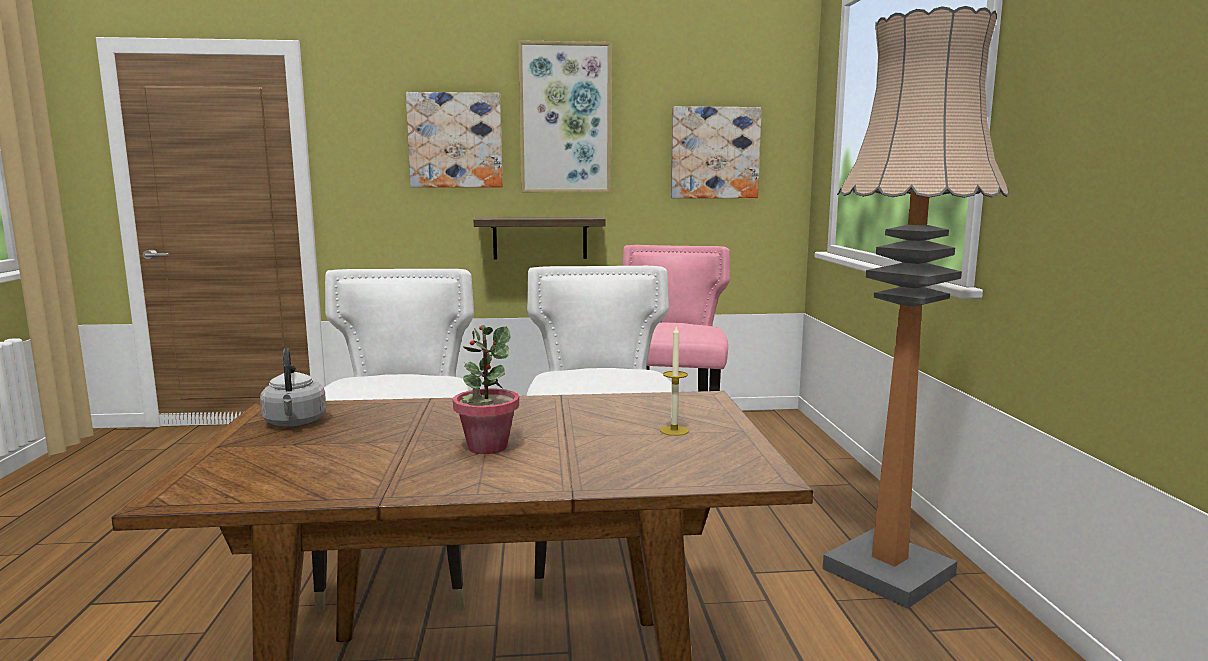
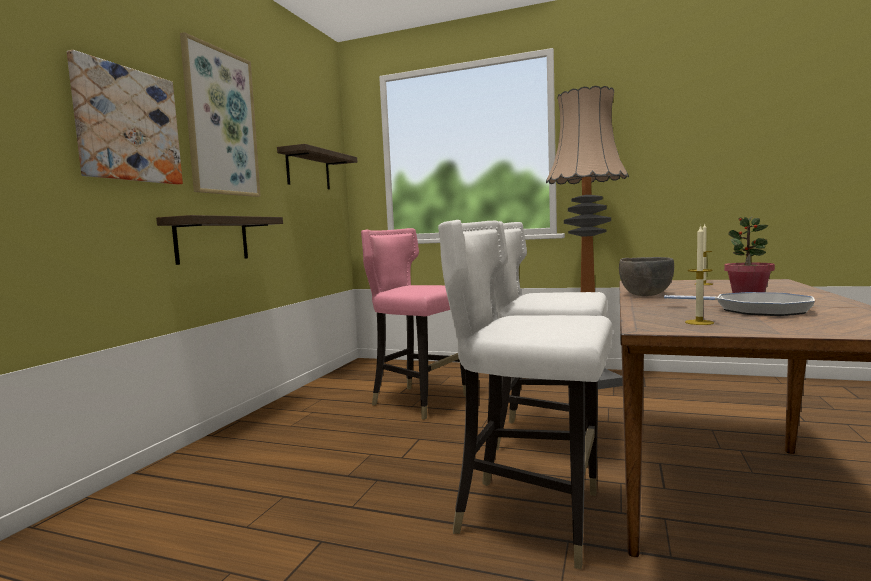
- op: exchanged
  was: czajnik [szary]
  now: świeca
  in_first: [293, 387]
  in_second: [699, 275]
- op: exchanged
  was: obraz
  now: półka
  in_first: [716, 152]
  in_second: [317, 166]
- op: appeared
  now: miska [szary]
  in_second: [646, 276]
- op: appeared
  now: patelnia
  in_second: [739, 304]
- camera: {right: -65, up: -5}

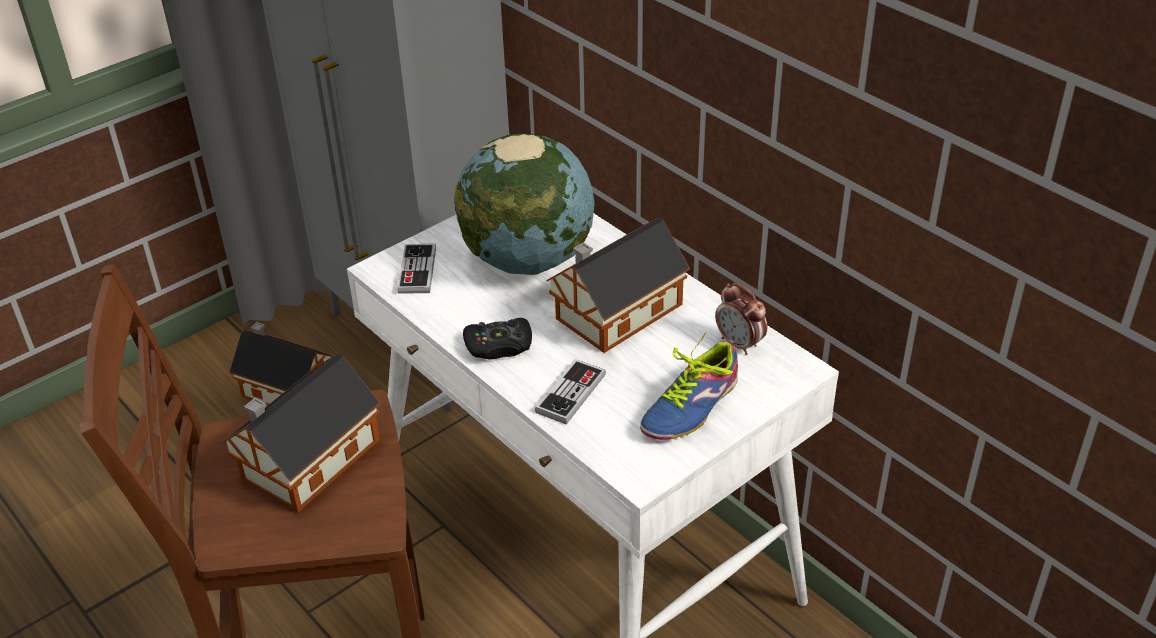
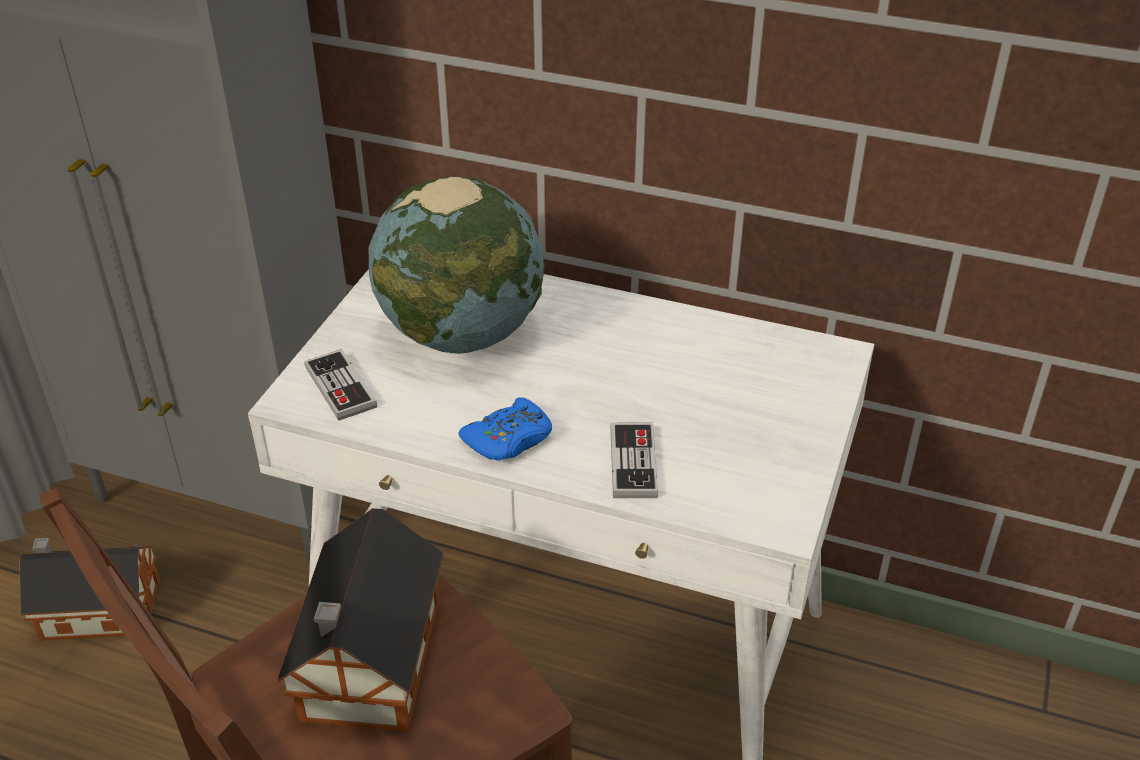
- op: colour
  was: pad do gier [czarny]
  now: pad do gier [niebieski]
  in_first: [497, 339]
  in_second: [505, 429]
- op: missing
  was: domek
  in_first: [618, 285]
- op: missing
  was: but
  in_first: [689, 386]
- op: missing
  was: budzik
  in_first: [741, 319]
- camera: {right: -30, up: 0}

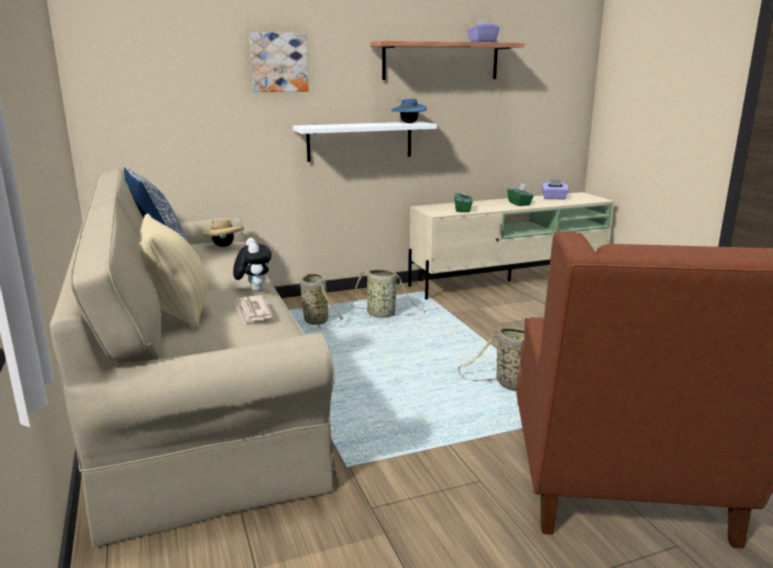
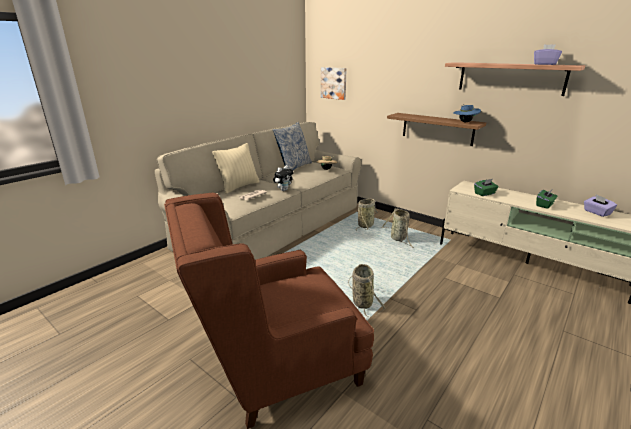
- op: relocated
  was: obraz
  in_first: [279, 62]
  in_second: [334, 83]
- op: colour
  was: półka [biały]
  now: półka [brązowy]
  in_first: [365, 141]
  in_second: [436, 129]
- camera: {right: 60, up: 5}

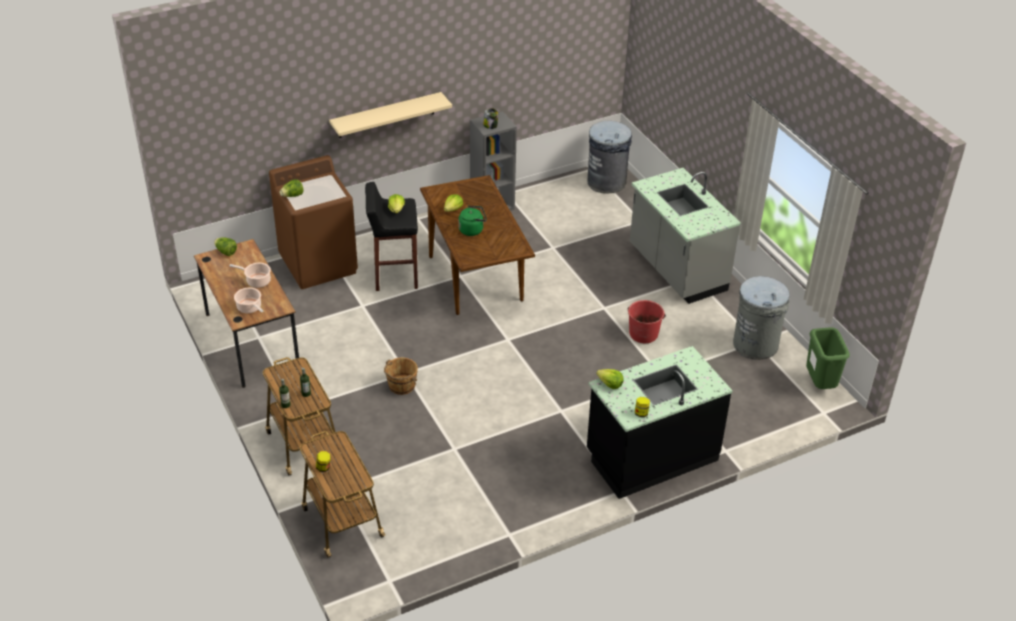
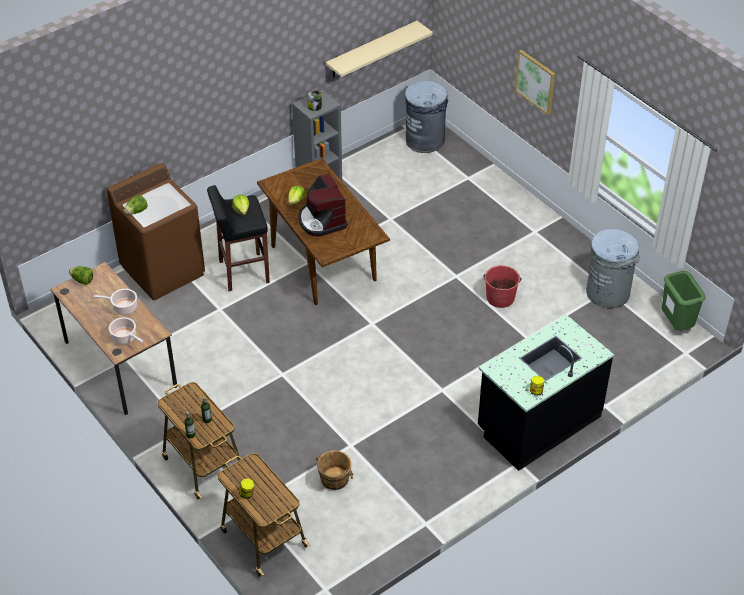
- op: relocated
  was: półka [beżowy]
  in_first: [390, 115]
  in_second: [379, 49]
- op: relocated
  was: wiadro [brązowy]
  in_first: [401, 376]
  in_second: [334, 470]
- op: exchanged
  was: czajnik [zielony]
  now: ekspres do kawy
  in_first: [472, 221]
  in_second: [323, 204]
- op: missing
  was: sałata
  in_first: [609, 379]
- op: missing
  was: zabudowa kuchenna [szary]
  in_first: [685, 236]
- op: appeared
  now: obraz
  in_second: [535, 82]
- camera: {right: -10, up: 5}

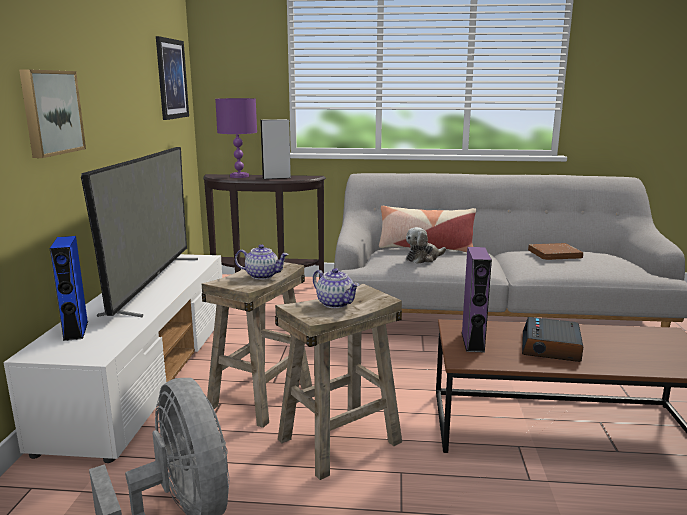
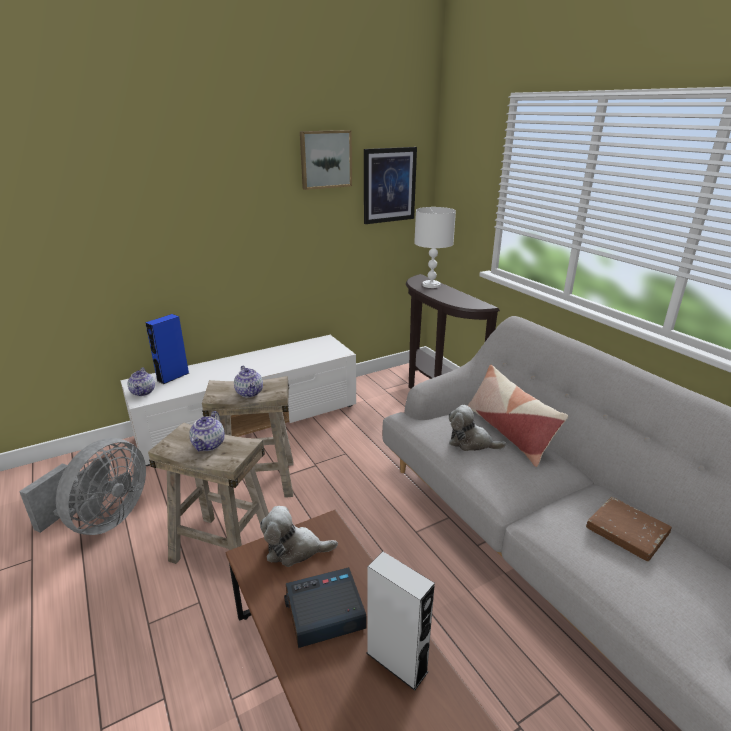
- op: relocated
  was: obraz
  in_first: [52, 113]
  in_second: [326, 160]
- op: missing
  was: telewizor
  in_first: [139, 232]
- op: colour
  was: lampa stołowa [fioletowy]
  now: lampa stołowa [biały]
  in_first: [236, 138]
  in_second: [435, 247]
- op: relocated
  was: głośnik [szary]
  in_first: [275, 149]
  in_second: [400, 621]
- op: exchanged
  was: głośnik [fioletowy]
  now: pluszak
  in_first: [477, 299]
  in_second: [299, 536]
- op: appeared
  now: imbryk
  in_second: [141, 382]
- camera: {right: 55, up: 10}

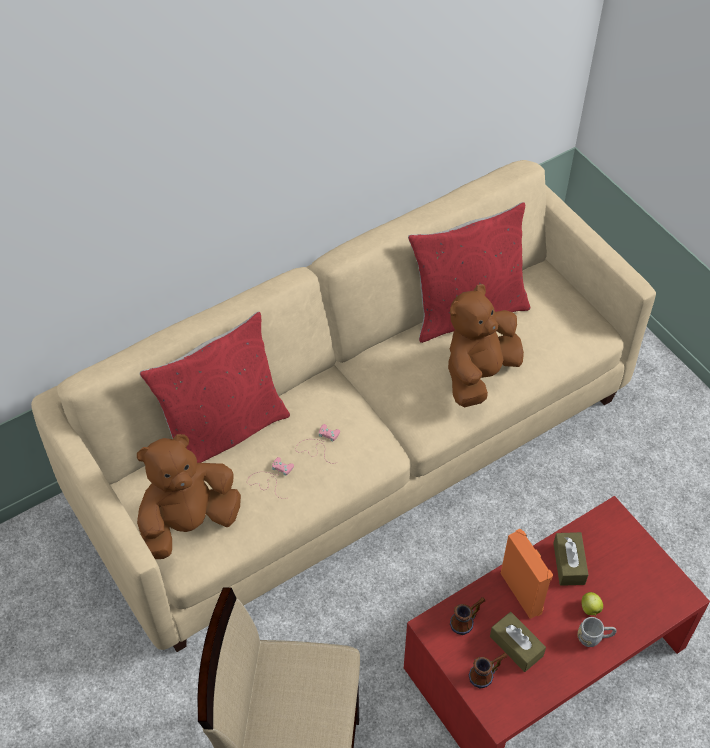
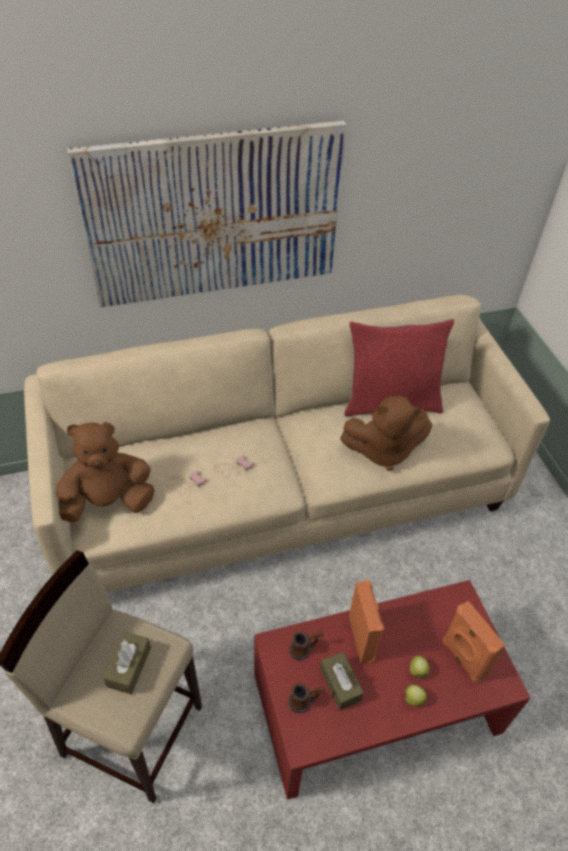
- op: missing
  was: poduszka [czerwony]
  in_first: [214, 387]
- op: spun
  was: pluszak [brązowy]
  in_first: [486, 345]
  in_second: [386, 433]
  clockwise: -150
- op: relocated
  was: pudełko chusteczek [brązowy]
  in_first: [571, 559]
  in_second: [127, 663]
- op: exchanged
  was: kubek [szary]
  now: jabłko
  in_first: [597, 632]
  in_second: [415, 695]
- op: appeared
  now: obraz
  in_second: [206, 214]
- op: appeared
  now: głośnik [pomarańczowy]
  in_second: [474, 642]
- camera: {right: 15, up: -5}

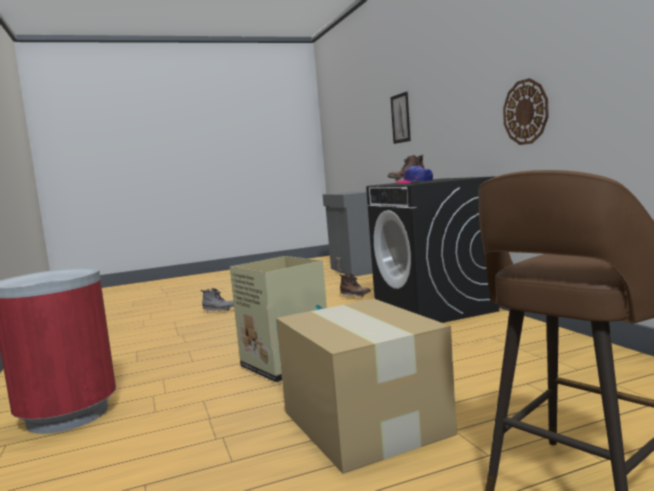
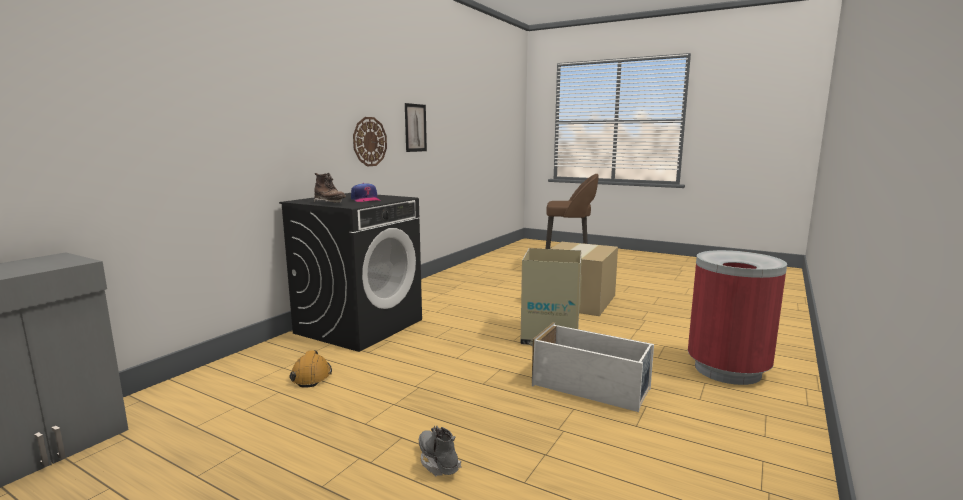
- op: exchanged
  was: but z cholewką [brązowy]
  now: kask [pomarańczowy]
  in_first: [355, 285]
  in_second: [311, 369]
- op: relocated
  was: obraz
  in_first: [400, 118]
  in_second: [416, 127]
- op: appeared
  now: pojemnik do przechowywania [biały]
  in_second: [593, 367]
- camera: {right: -130, up: 5}

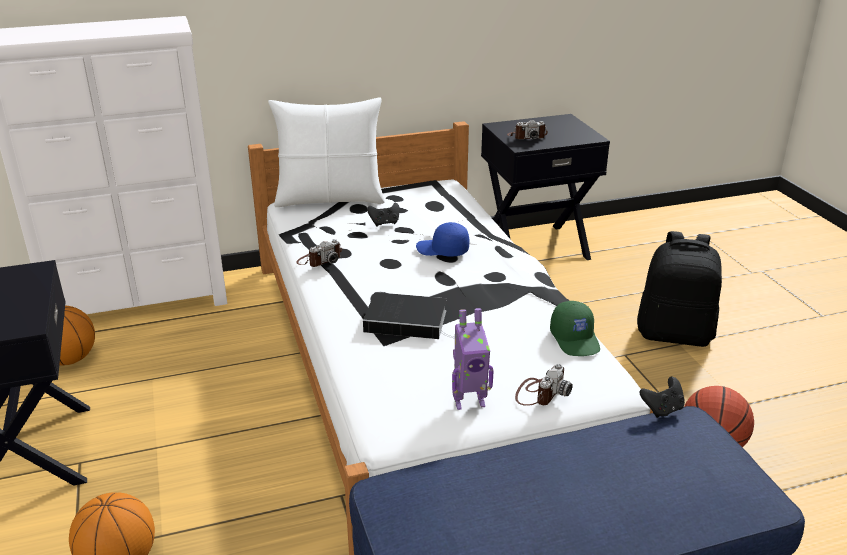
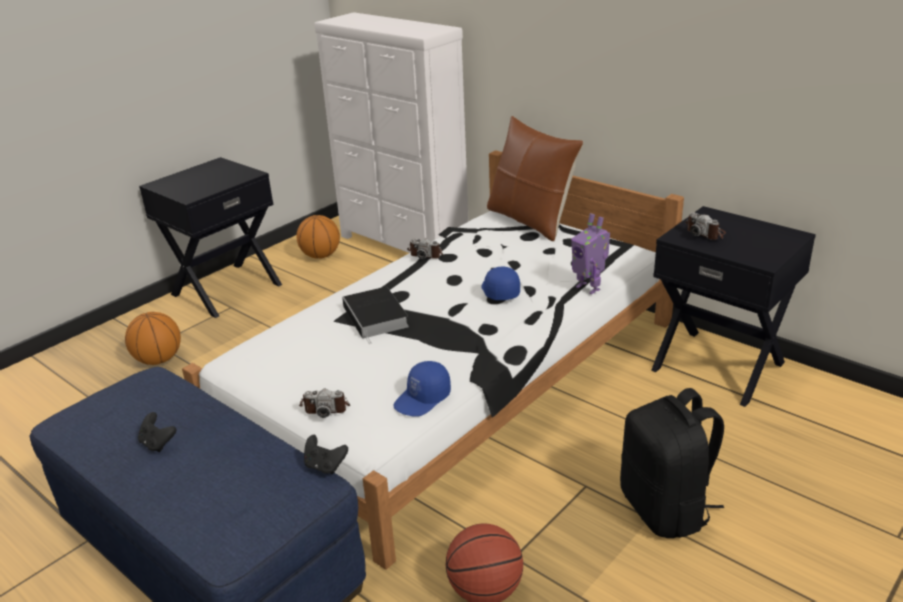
- op: colour
  was: poduszka [biały]
  now: poduszka [brązowy]
  in_first: [326, 152]
  in_second: [535, 178]
- op: relocated
  was: pad do gier [czarny]
  in_first: [383, 215]
  in_second: [157, 432]
- op: relocated
  was: robot zabawkowy
  in_first: [473, 359]
  in_second: [590, 253]
- op: colour
  was: czapka z daszkiem [zielony]
  now: czapka z daszkiem [niebieski]
  in_first: [575, 328]
  in_second: [422, 389]
- camera: {right: 60, up: 0}

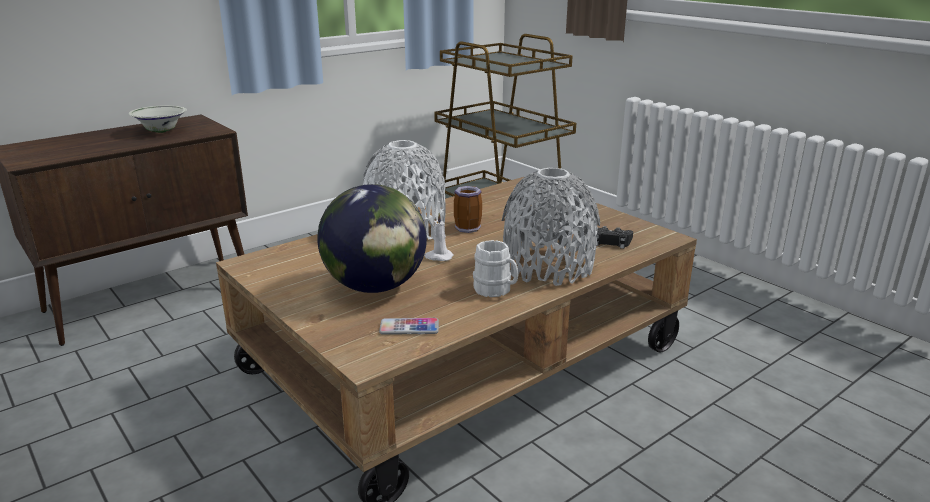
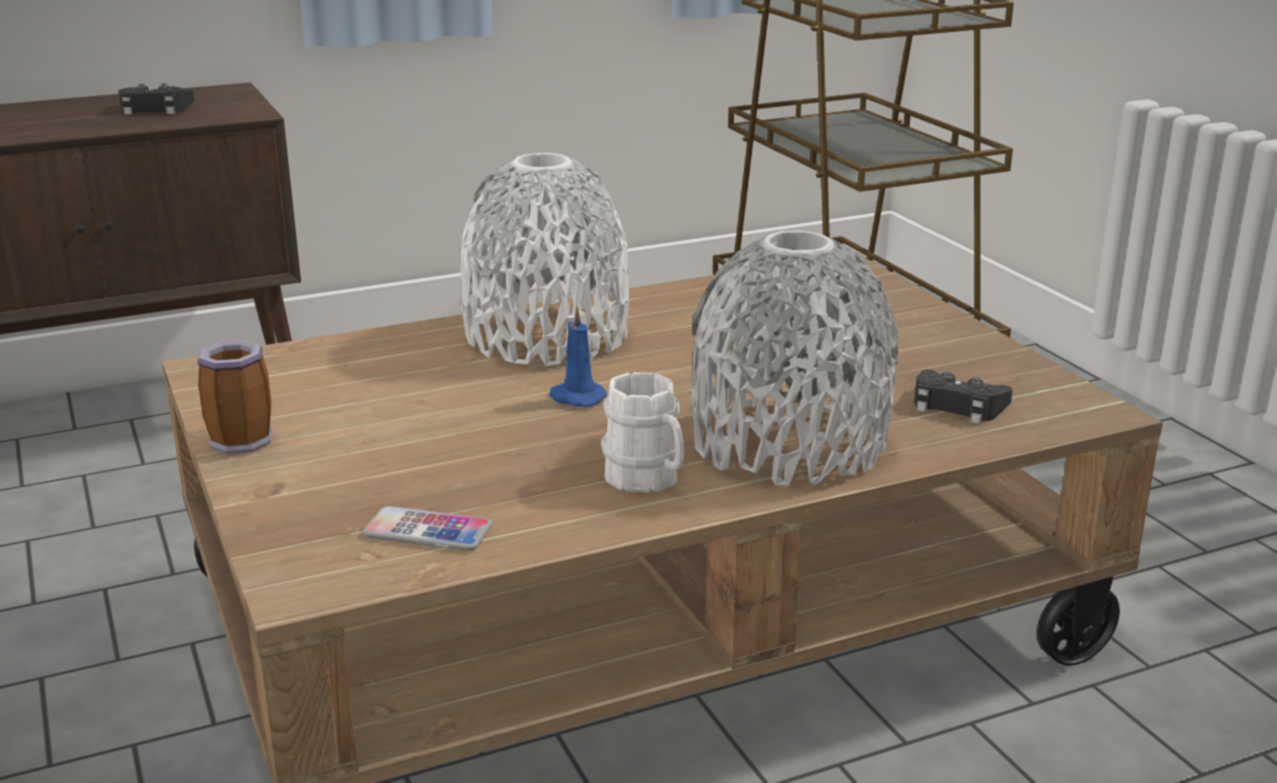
- op: exchanged
  was: miska [biały]
  now: pad do gier [czarny]
  in_first: [157, 119]
  in_second: [156, 99]
- op: missing
  was: globus
  in_first: [372, 238]
- op: colour
  was: świeca [biały]
  now: świeca [niebieski]
  in_first: [439, 237]
  in_second: [578, 356]
- op: relocated
  was: kubek
  in_first: [468, 209]
  in_second: [235, 397]
- camera: {right: 15, up: 0}

